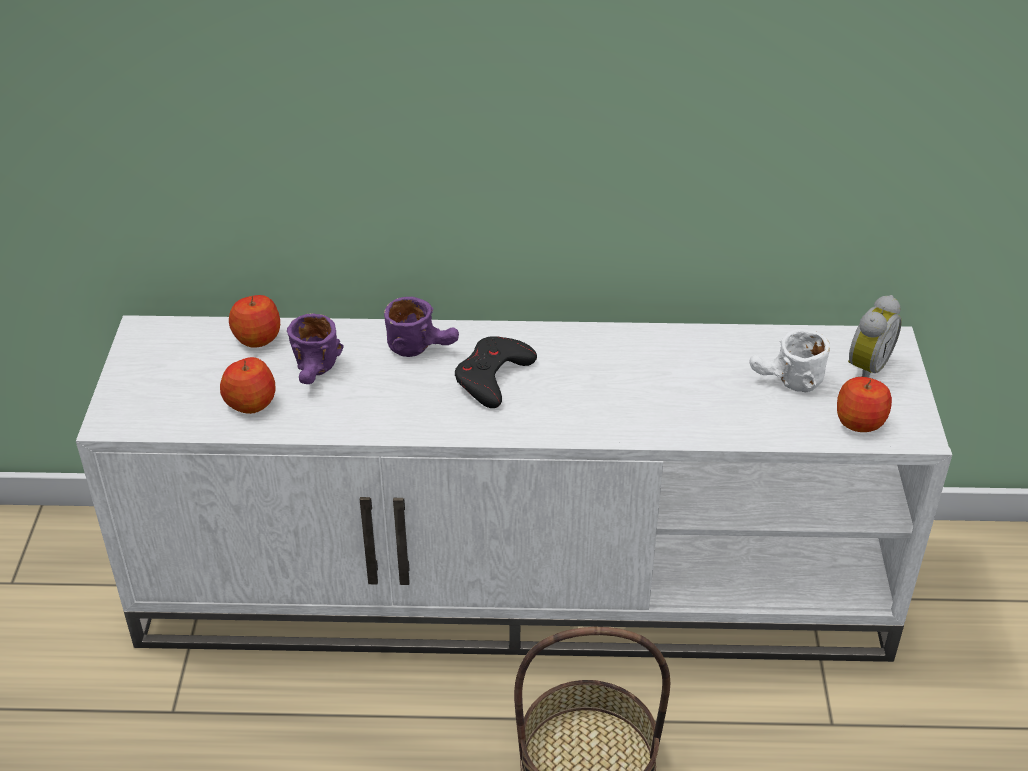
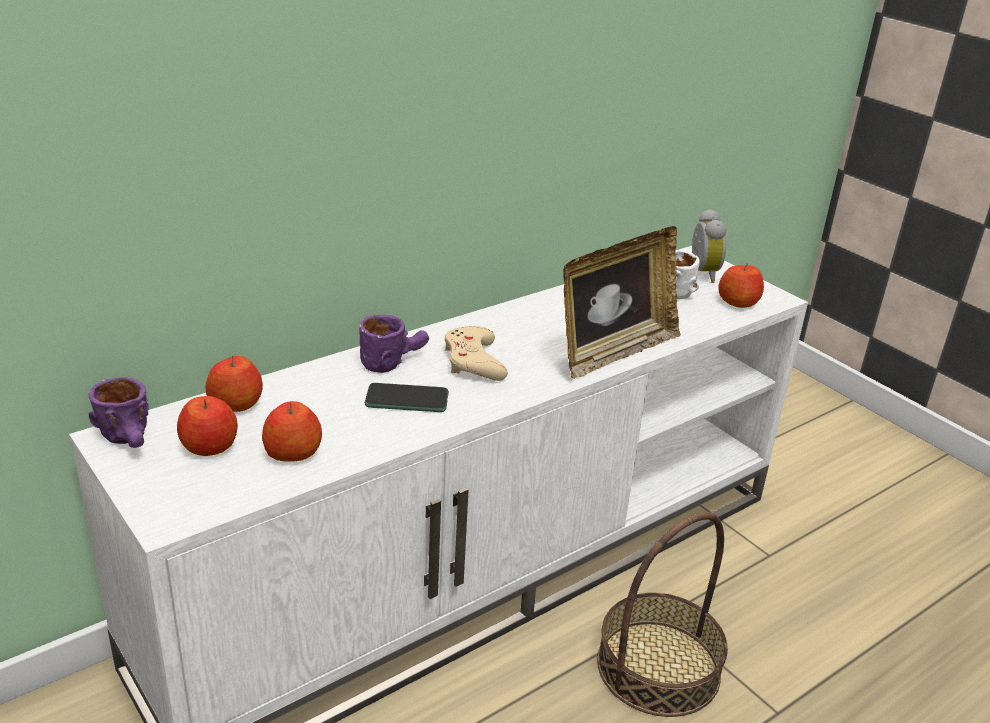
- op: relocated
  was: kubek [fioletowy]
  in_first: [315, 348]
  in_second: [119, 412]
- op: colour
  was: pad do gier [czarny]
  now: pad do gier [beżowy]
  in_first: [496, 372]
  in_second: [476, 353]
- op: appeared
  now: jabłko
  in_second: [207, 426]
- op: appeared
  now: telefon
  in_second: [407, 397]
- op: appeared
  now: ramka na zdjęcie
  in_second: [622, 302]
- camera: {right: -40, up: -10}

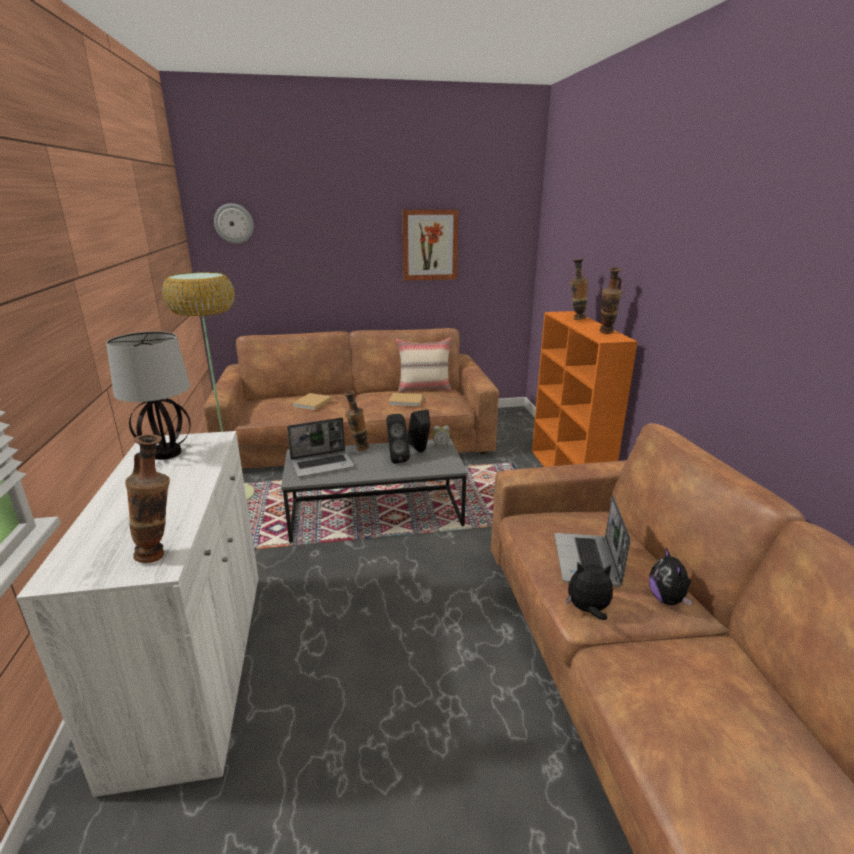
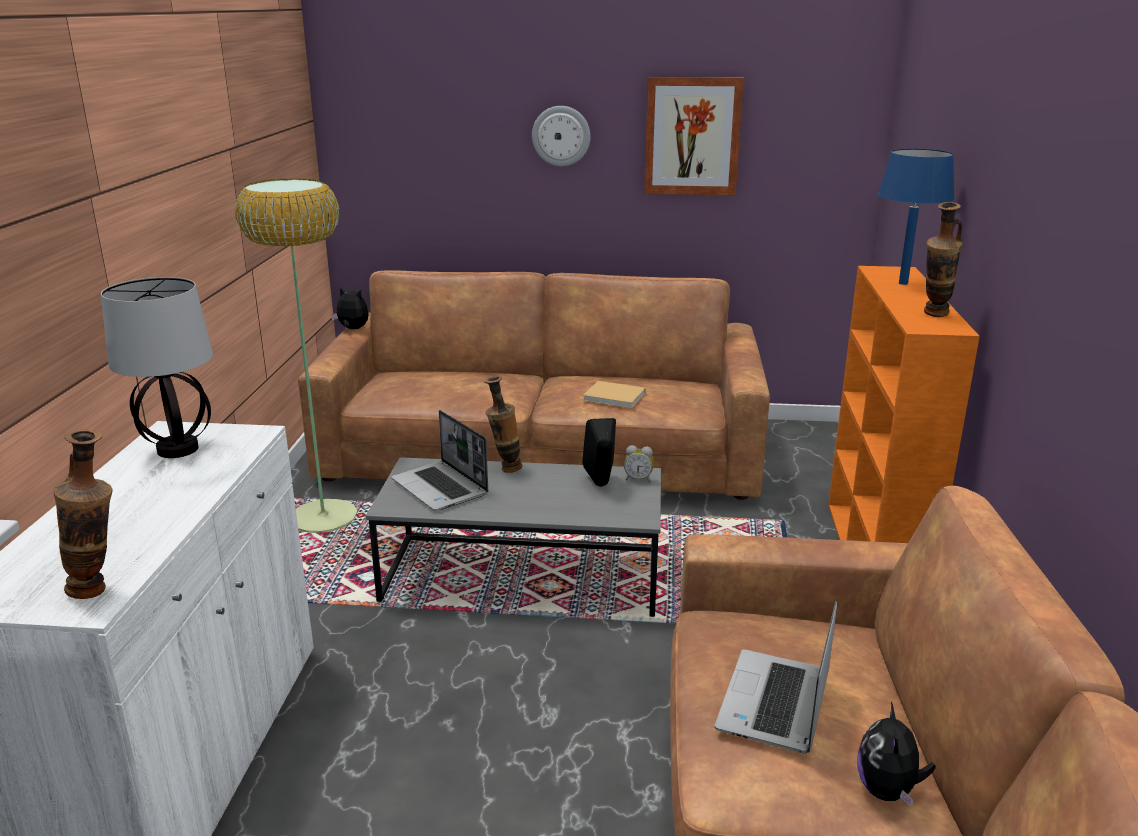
- op: relocated
  was: zegar ścienny
  in_first: [234, 223]
  in_second: [561, 136]
- op: spun
  was: laptop
  in_first: [321, 447]
  in_second: [439, 460]
  clockwise: 60
- op: missing
  was: książka [beżowy]
  in_first: [312, 401]
- op: missing
  was: głośnik [czarny]
  in_first: [398, 439]
- op: missing
  was: poduszka [beżowy]
  in_first: [424, 365]
- op: relocated
  was: pluszak
  in_first: [589, 591]
  in_second: [350, 308]
- op: exchanged
  was: wazon
  now: lampa stołowa [niebieski]
  in_first: [579, 289]
  in_second: [916, 217]
- camera: {right: 15, up: 0}

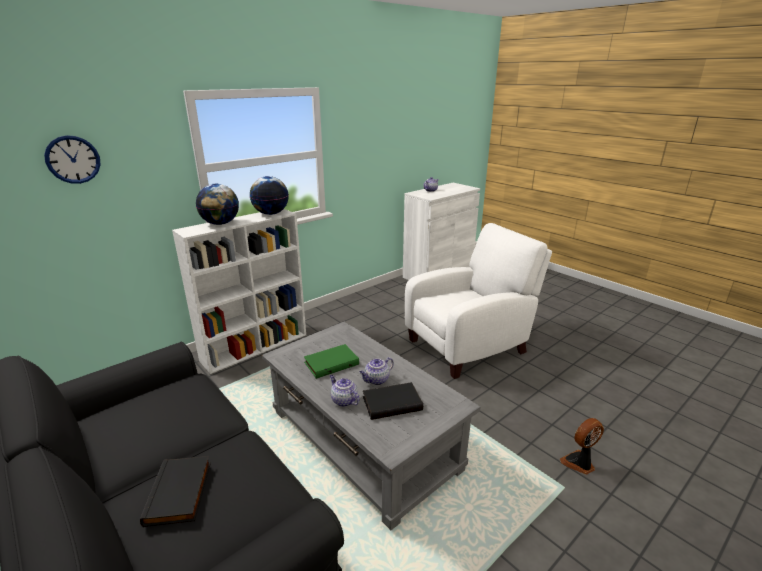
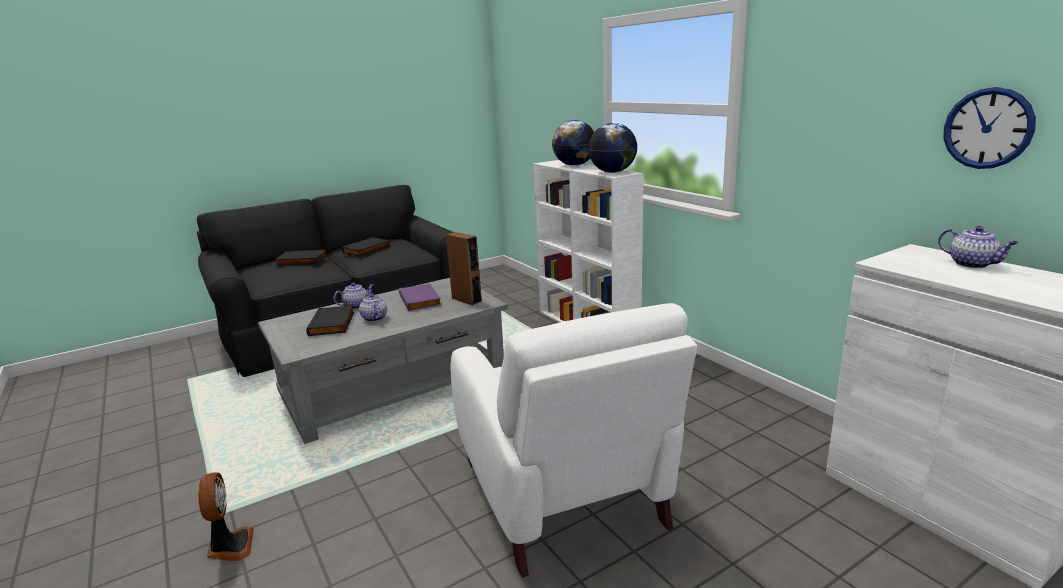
- op: relocated
  was: zegar ścienny
  in_first: [72, 159]
  in_second: [990, 128]
- op: colour
  was: książka [zielony]
  now: książka [fioletowy]
  in_first: [331, 361]
  in_second: [420, 297]
- op: appeared
  now: książka [czarny]
  in_second: [366, 246]
- op: appeared
  now: głośnik [brązowy]
  in_second: [464, 268]
- camera: {right: 100, up: -5}

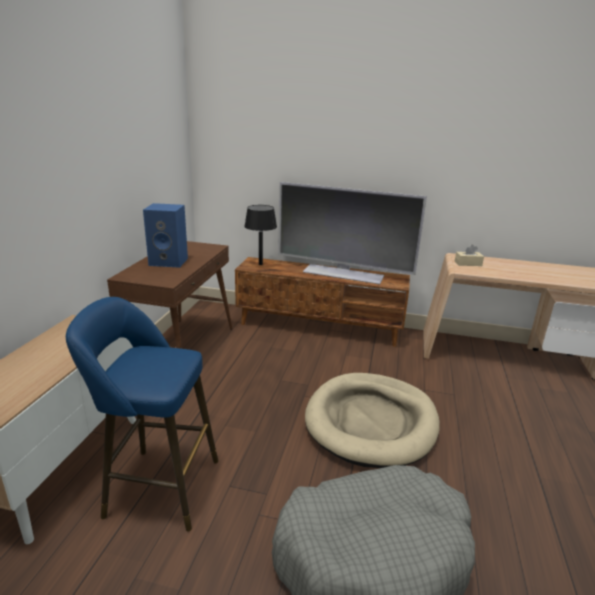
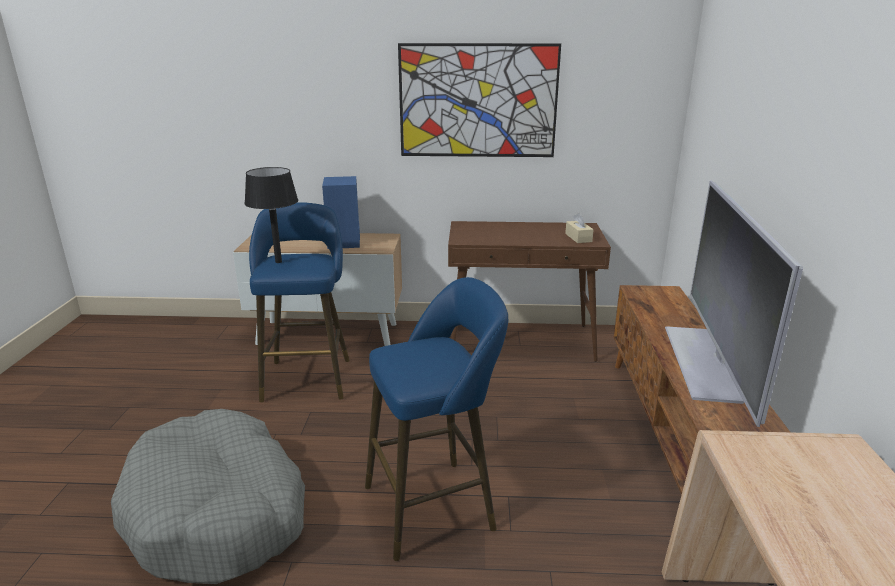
- op: relocated
  was: głośnik [niebieski]
  in_first: [165, 235]
  in_second: [341, 212]
- op: relocated
  was: lampa stołowa [czarny]
  in_first: [260, 235]
  in_second: [271, 215]
- op: exchanged
  was: legowisko [beżowy]
  now: stołek [niebieski]
  in_first: [372, 420]
  in_second: [436, 419]
- op: relocated
  was: pudełko chusteczek [beżowy]
  in_first: [469, 255]
  in_second: [579, 228]
- op: appeared
  now: obraz
  in_second: [479, 100]
- camera: {right: 80, up: 0}

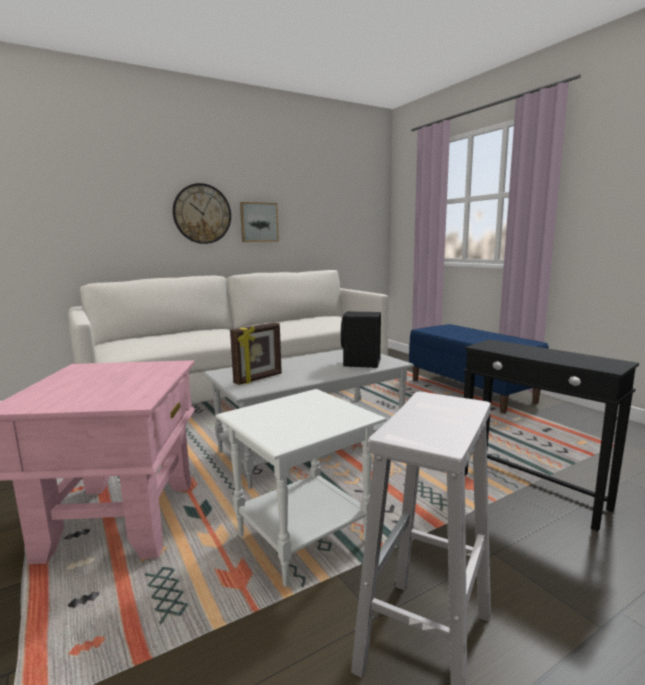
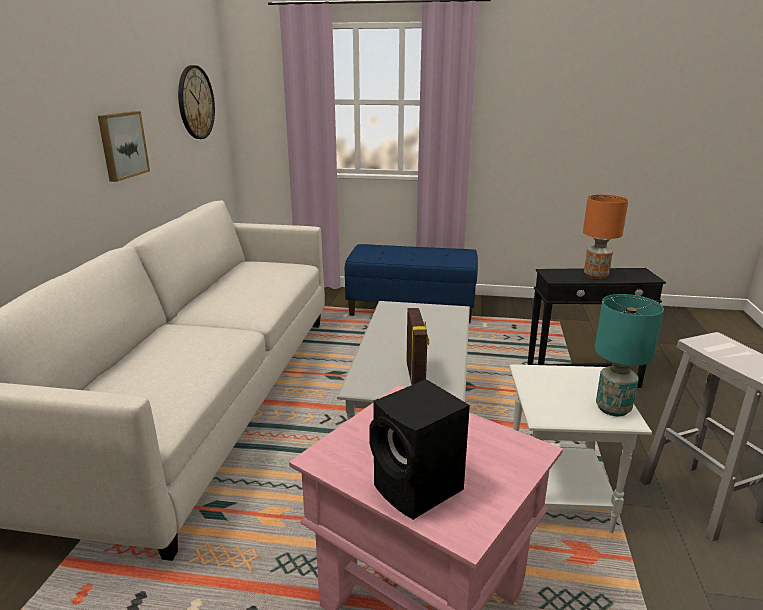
- op: relocated
  was: zegar ścienny
  in_first: [202, 213]
  in_second: [196, 102]
- op: relocated
  was: głośnik [czarny]
  in_first: [361, 339]
  in_second: [419, 449]
- op: appeared
  now: lampa stołowa [pomarańczowy]
  in_second: [606, 236]
- op: appeared
  now: lampa stołowa [turkusowy]
  in_second: [629, 355]
- camera: {right: -50, up: 10}

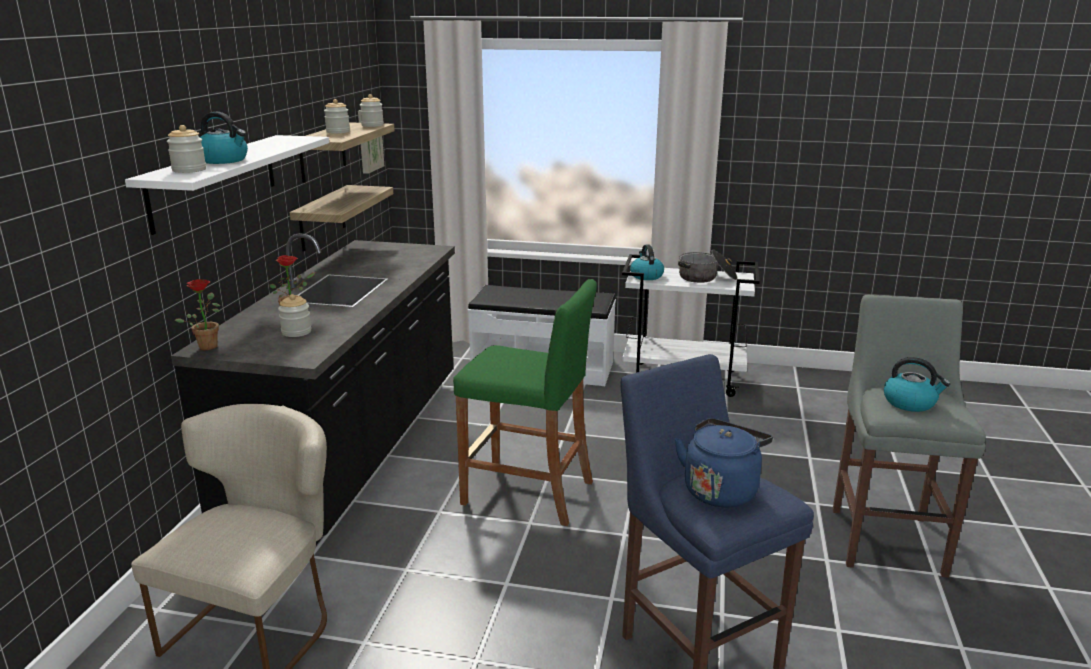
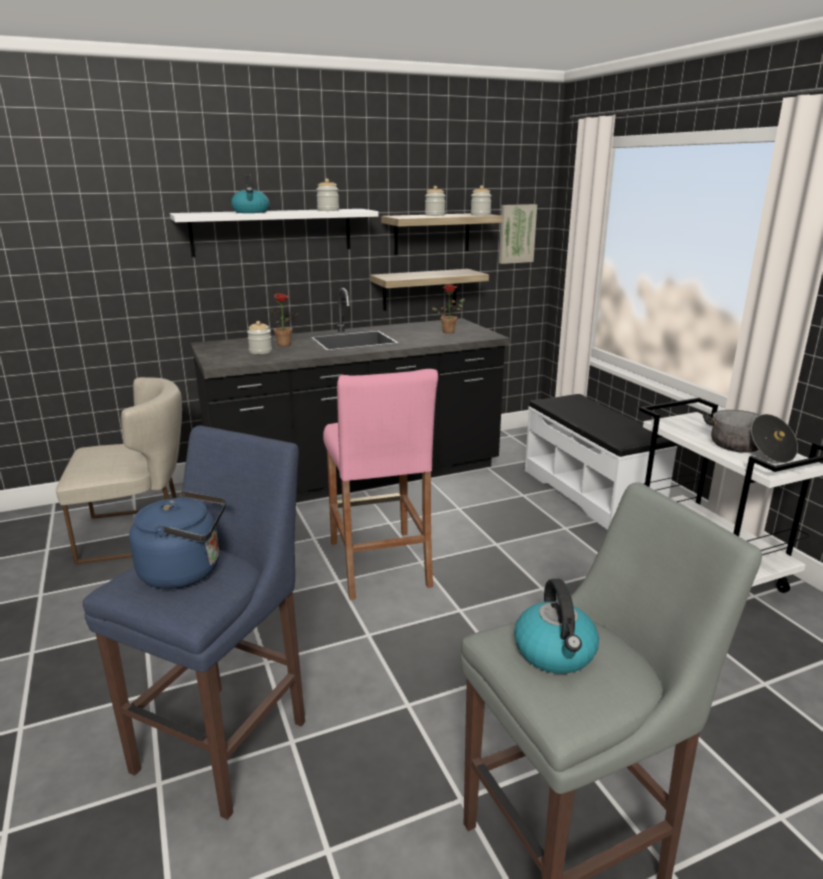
- op: relocated
  was: słoik
  in_first: [186, 149]
  in_second: [327, 194]
- op: relocated
  was: roślina doniczkowa
  in_first: [197, 314]
  in_second: [448, 309]
- op: colour
  was: stołek [zielony]
  now: stołek [różowy]
  in_first: [525, 402]
  in_second: [380, 484]
- op: missing
  was: czajnik
  in_first: [647, 262]
- camera: {right: 55, up: 0}

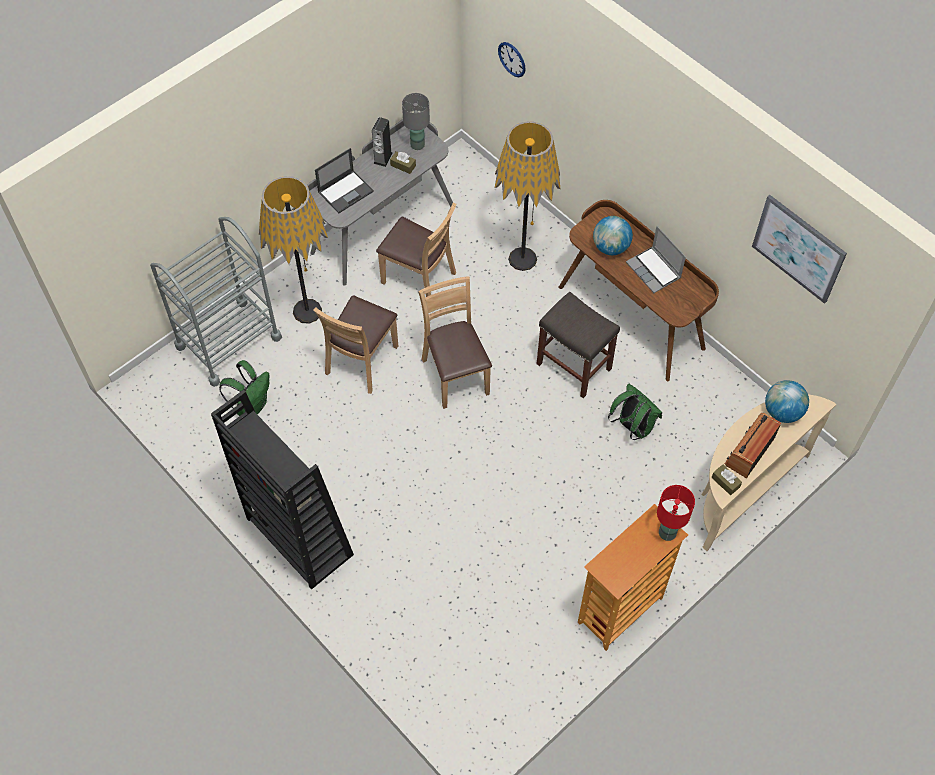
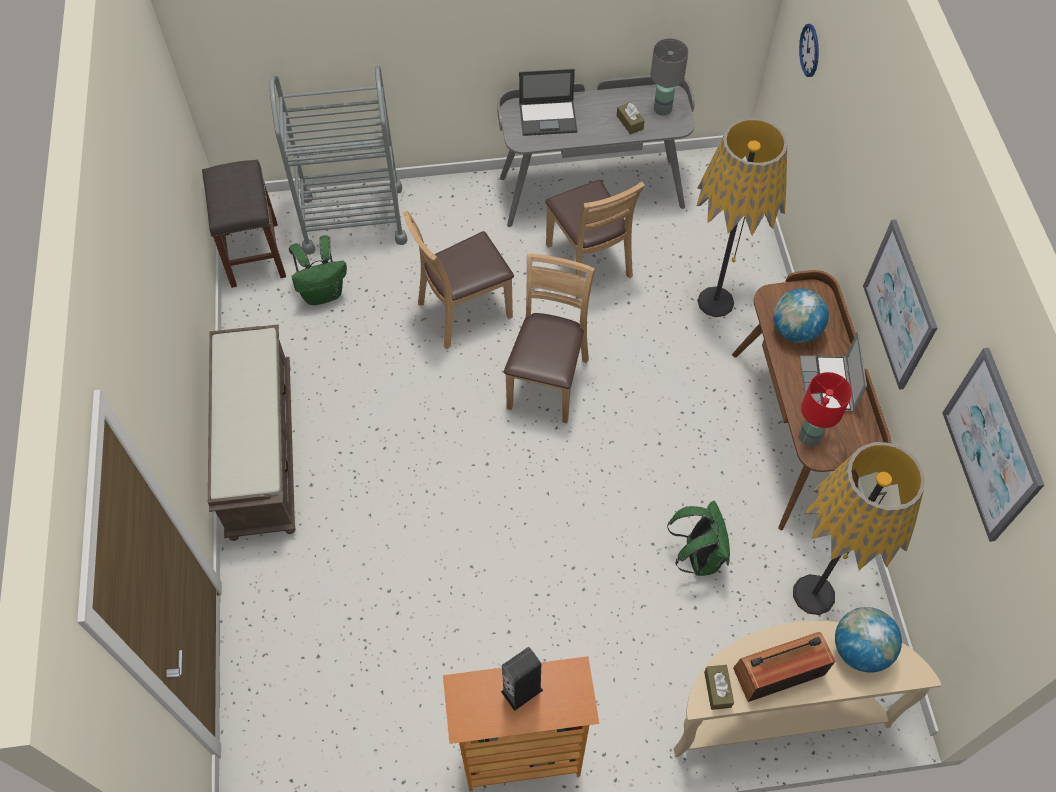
- op: exchanged
  was: regał [czarny]
  now: ławka [brązowy]
  in_first: [282, 490]
  in_second: [252, 433]
- op: relocated
  was: lampa stojąca
  in_first: [293, 250]
  in_second: [859, 528]
- op: relocated
  was: głośnik
  in_first: [382, 142]
  in_second: [522, 678]
- op: relocated
  was: stołek [szary]
  in_first: [578, 345]
  in_second: [244, 224]
- op: relocated
  was: lampa stołowa [czerwony]
  in_first: [676, 513]
  in_second: [825, 409]
- op: appeared
  now: obraz
  in_second: [900, 304]
- camera: {right: 35, up: 0}

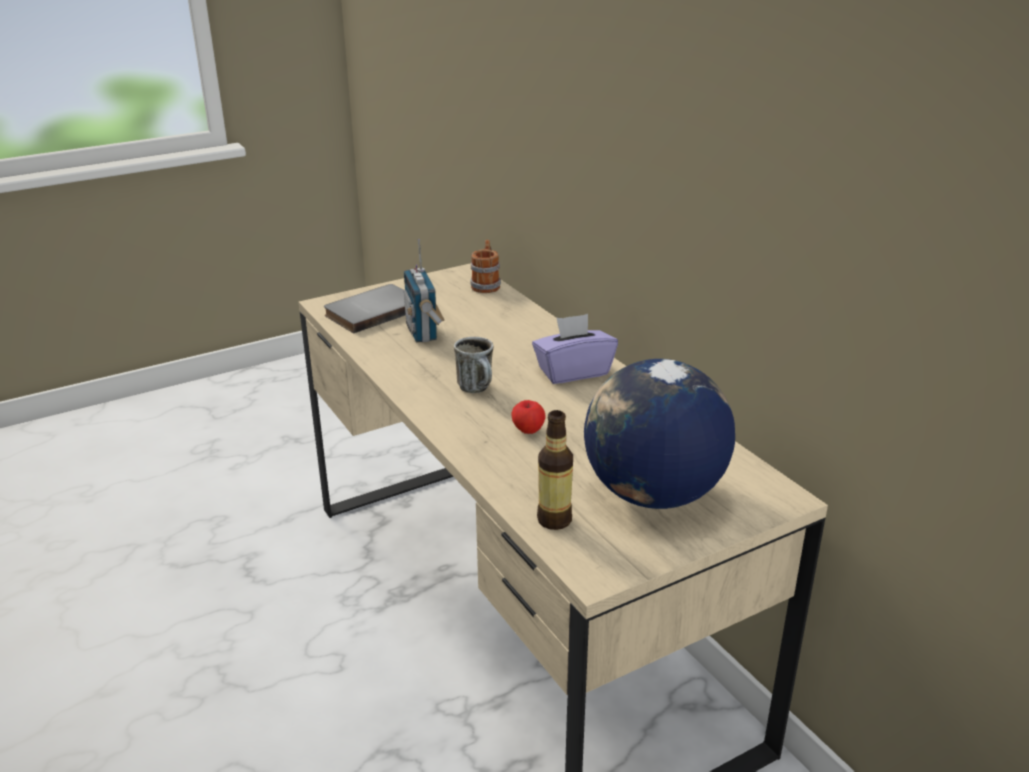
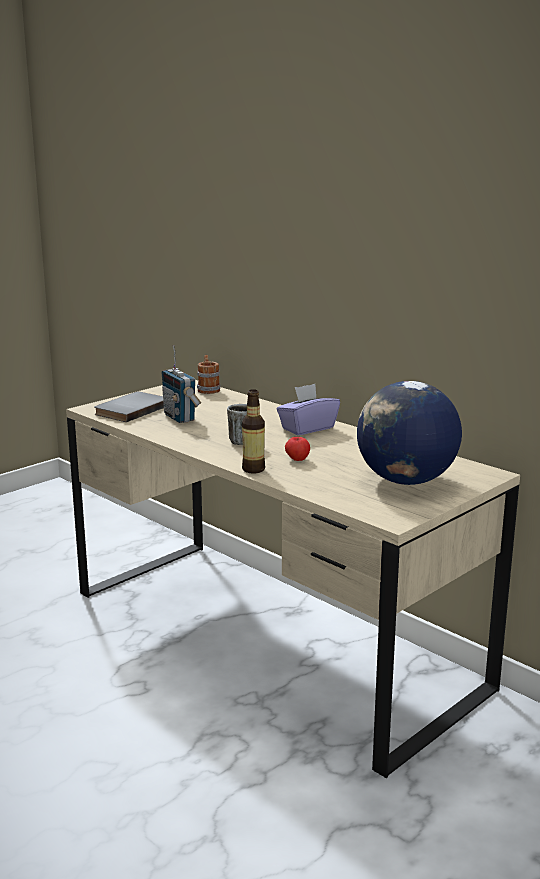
- op: relocated
  was: butelka
  in_first: [555, 470]
  in_second: [253, 431]
- camera: {right: -15, up: -10}

